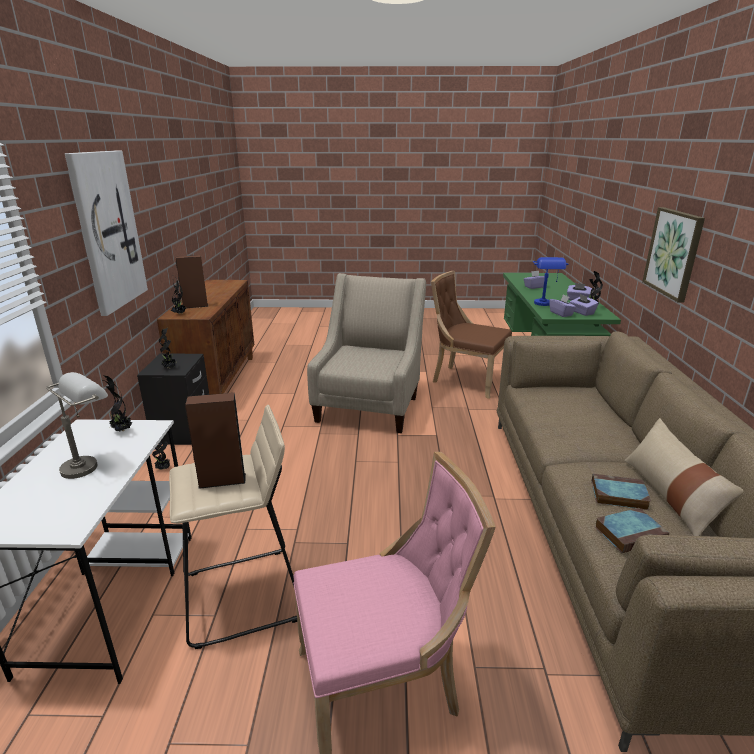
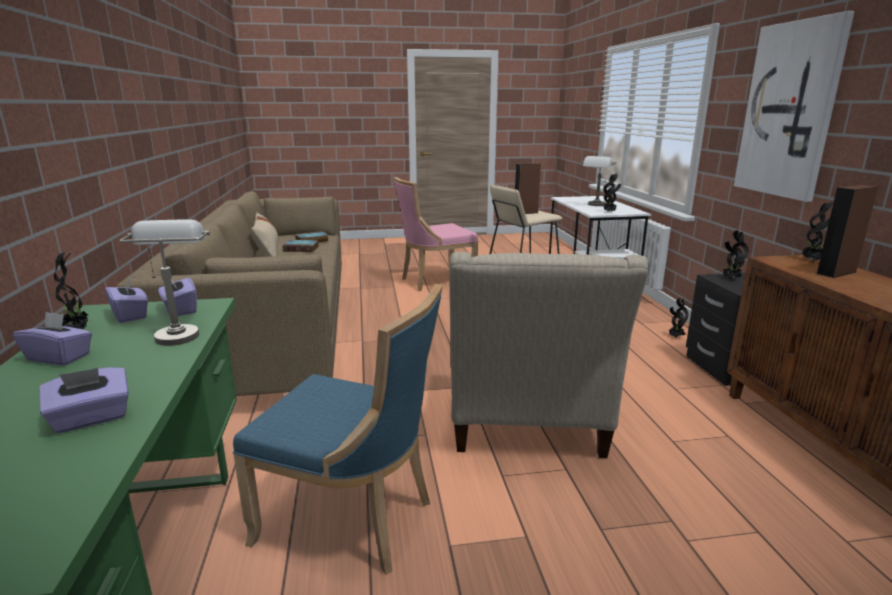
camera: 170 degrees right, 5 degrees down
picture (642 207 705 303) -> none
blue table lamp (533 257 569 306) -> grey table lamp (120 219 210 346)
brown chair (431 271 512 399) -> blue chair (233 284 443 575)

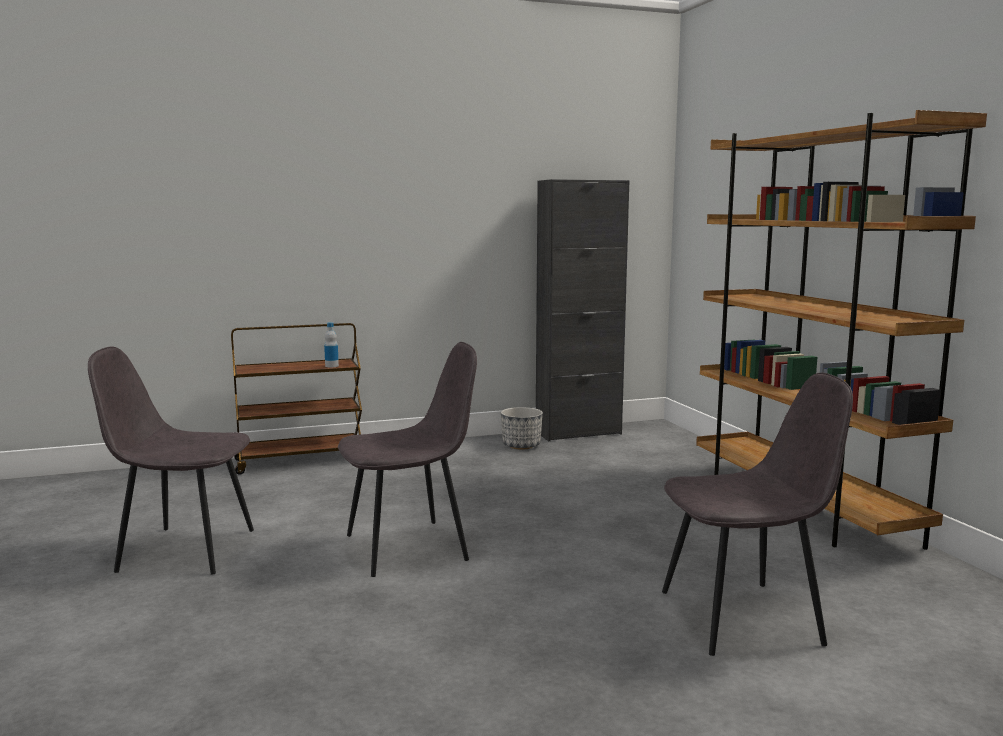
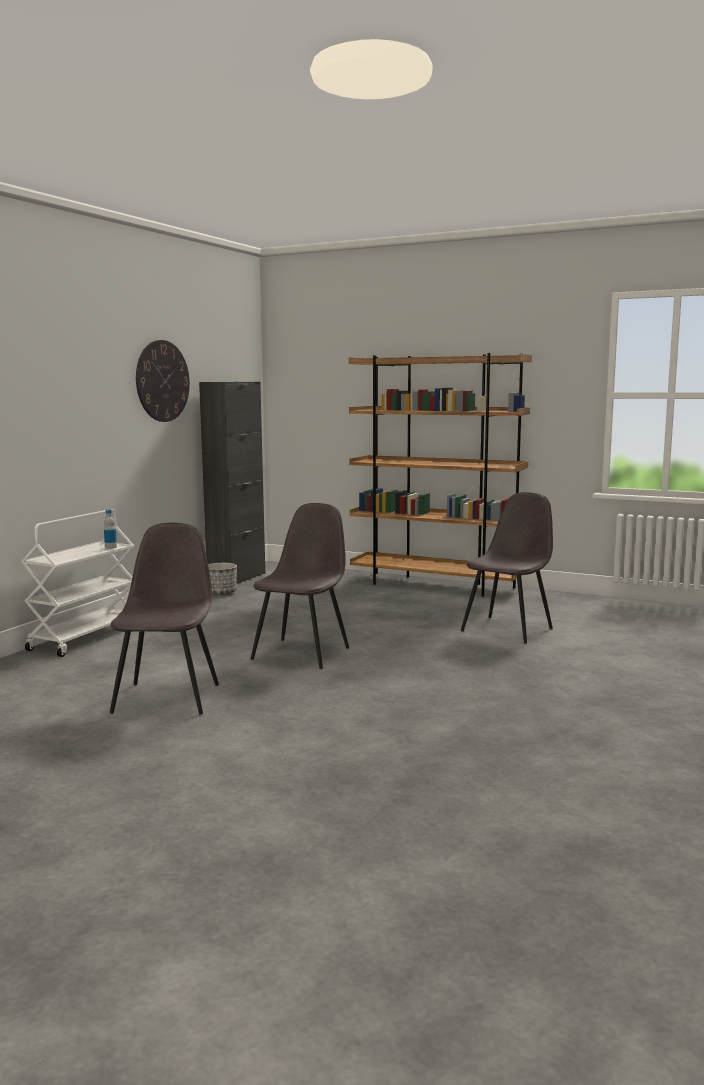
camera: 45 degrees left, 0 degrees up
brown cart (231 323 362 475) -> white cart (21 509 134 657)
grey chair (88 346 254 575) -> grey chair (110 523 219 715), 135 degrees clockwise
none -> wall clock (136 340 190 422)

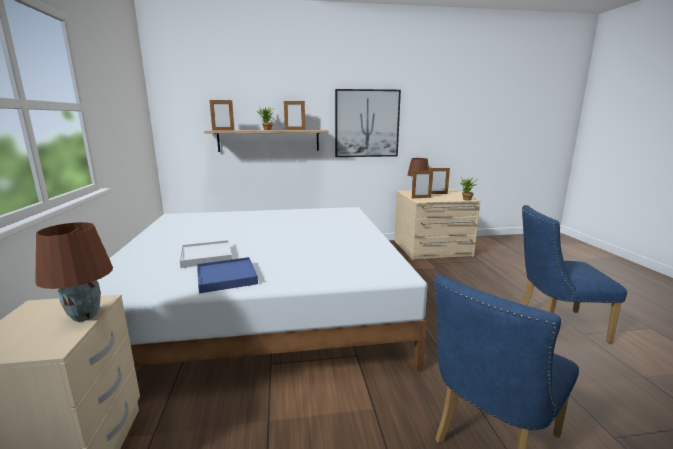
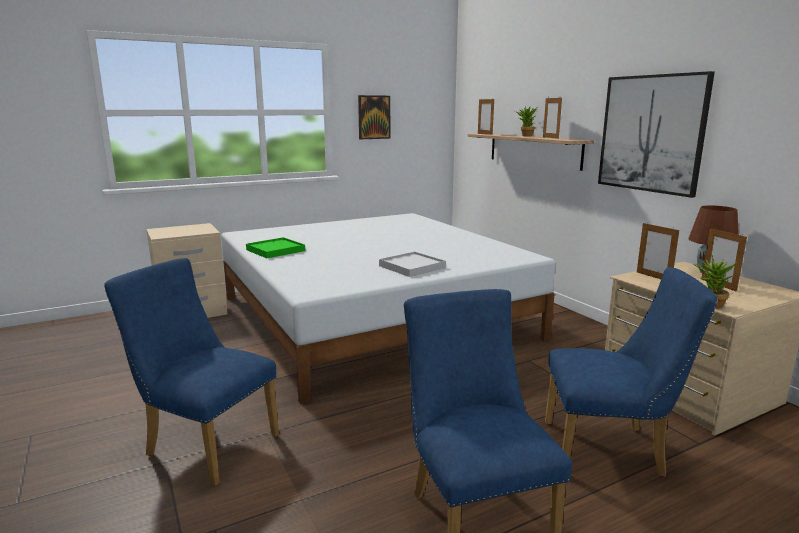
camera: 70 degrees right, 0 degrees up
brown table lamp (35 222 113 322) -> none
white tray (180 240 232 268) -> white tray (379 252 446 277), relocated
blue tray (197 257 258 293) -> green tray (246 237 305 258)
none -> picture (358 95 390 139)
none -> blue chair (545 267 718 477)

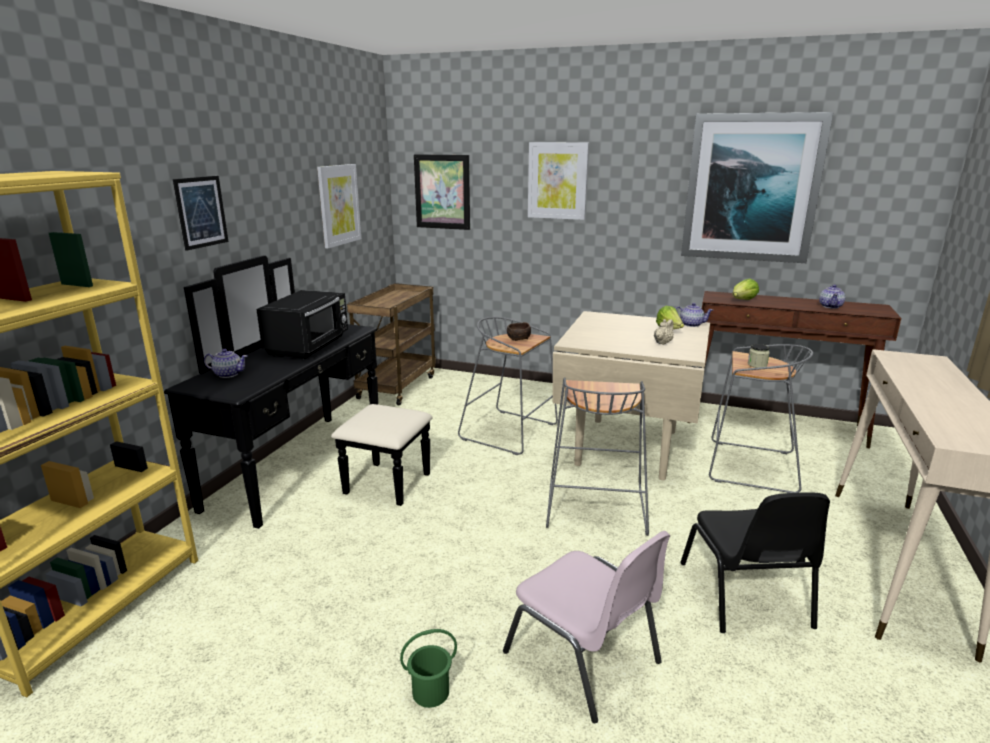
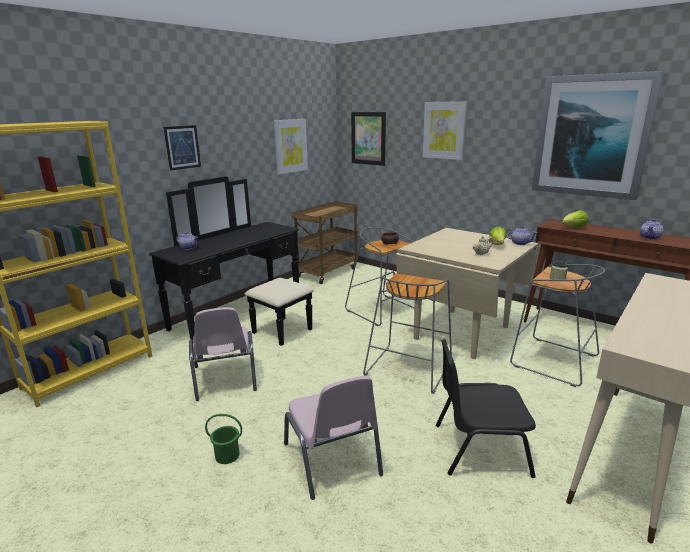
camera: 20 degrees right, 0 degrees up
black microwave (256 290 348 359) -> none
black chair (680 493 830 633) -> black chair (436 339 536 478), 75 degrees clockwise
none -> pink chair (189 307 257 401)

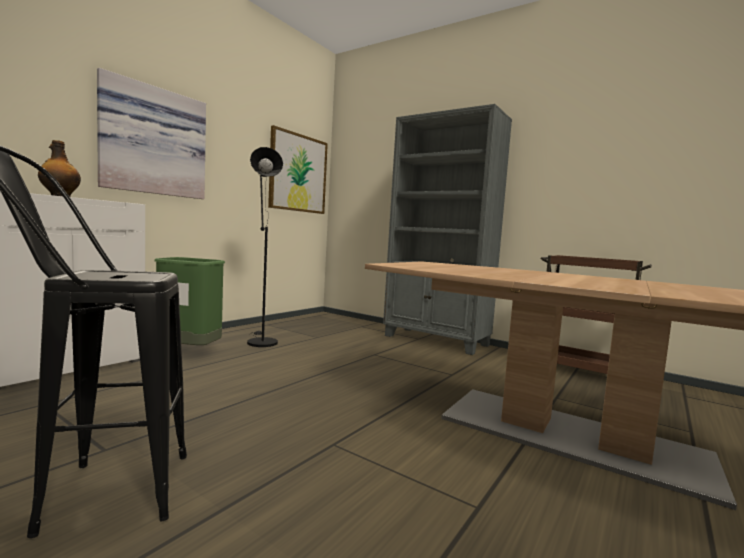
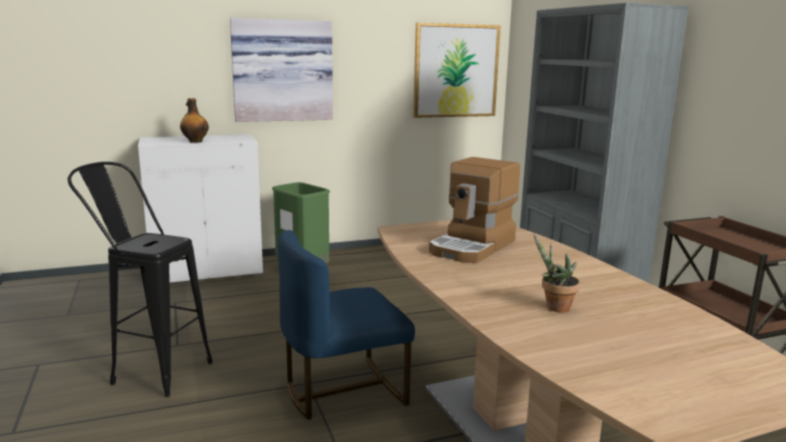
camera: 35 degrees right, 10 degrees up
black floor lamp (247 147 283 347) -> none
none -> coffee machine (429 157 520 263)
none -> blue chair (278 230 415 420)
none -> potted plant (534 234 580 313)

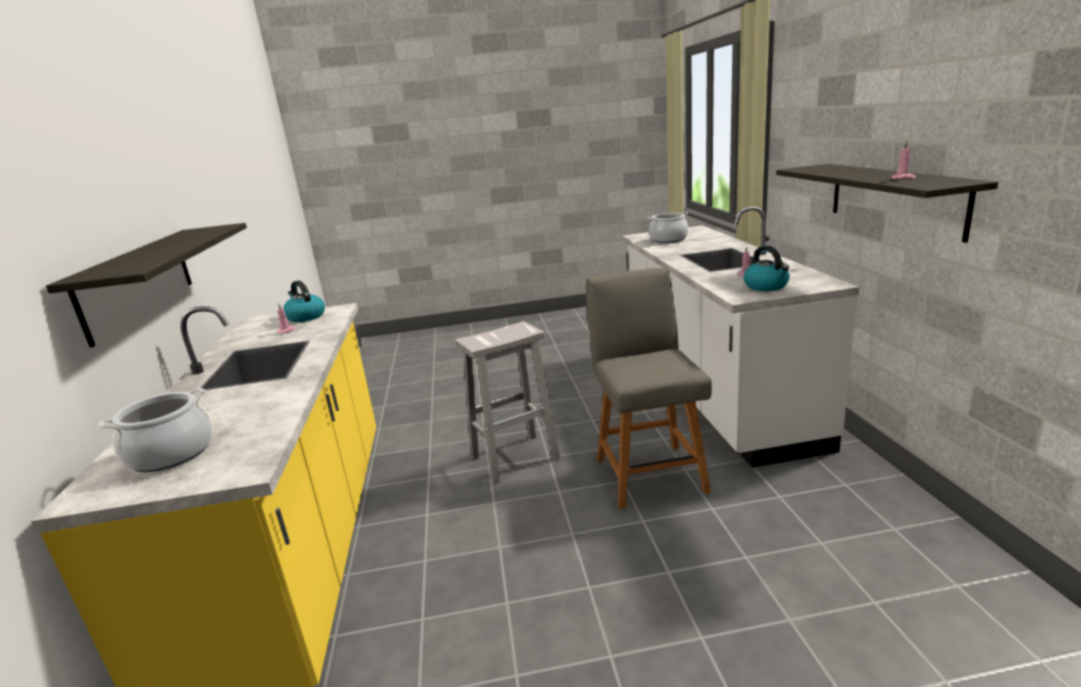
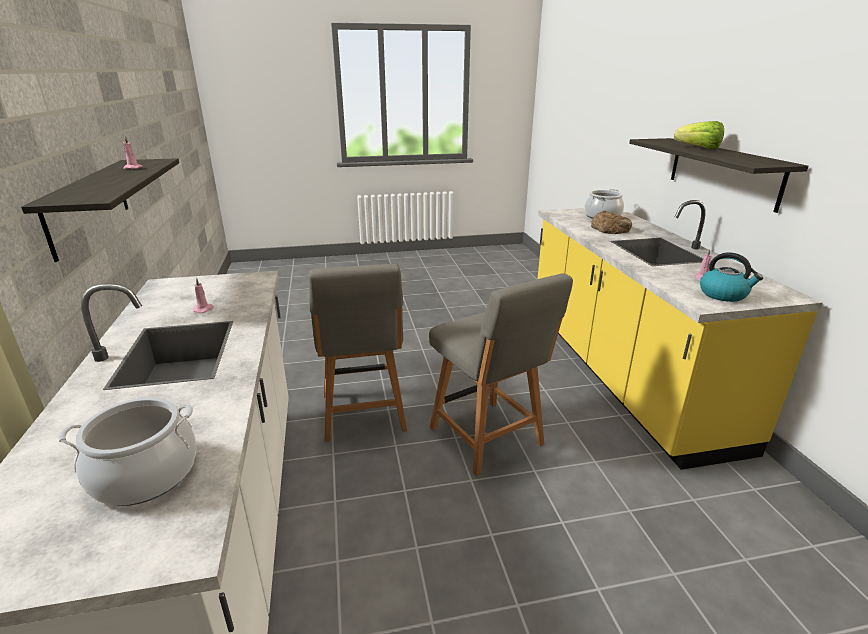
camera: 175 degrees right, 5 degrees up
kettle (744 245 790 291) -> none
white stool (455 321 561 484) -> grey chair (429 273 573 476)
none -> lettuce (674 121 724 149)
none -> bread (591 211 632 234)

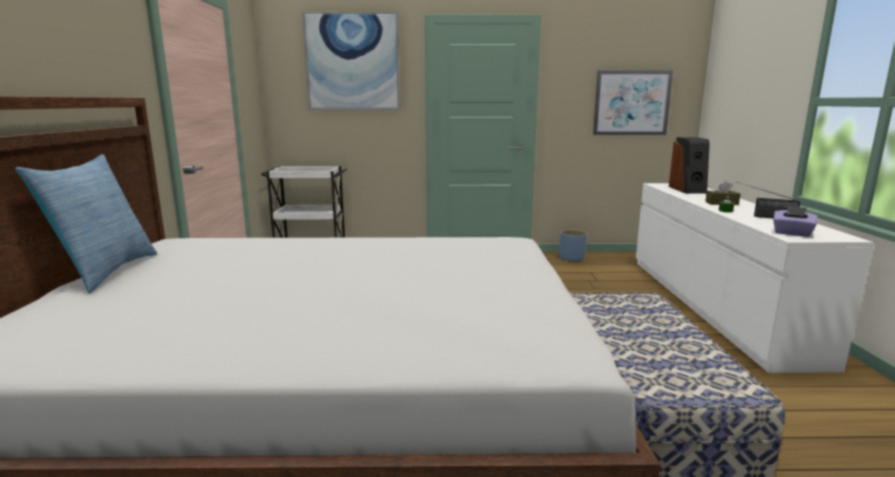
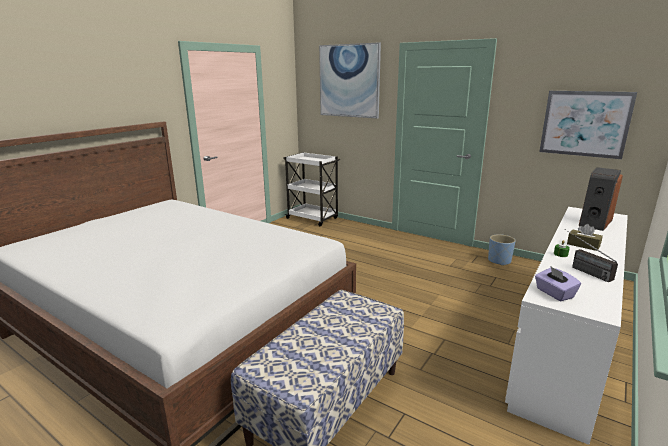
camera: 35 degrees right, 5 degrees up
pillow (15 154 157 293) -> none

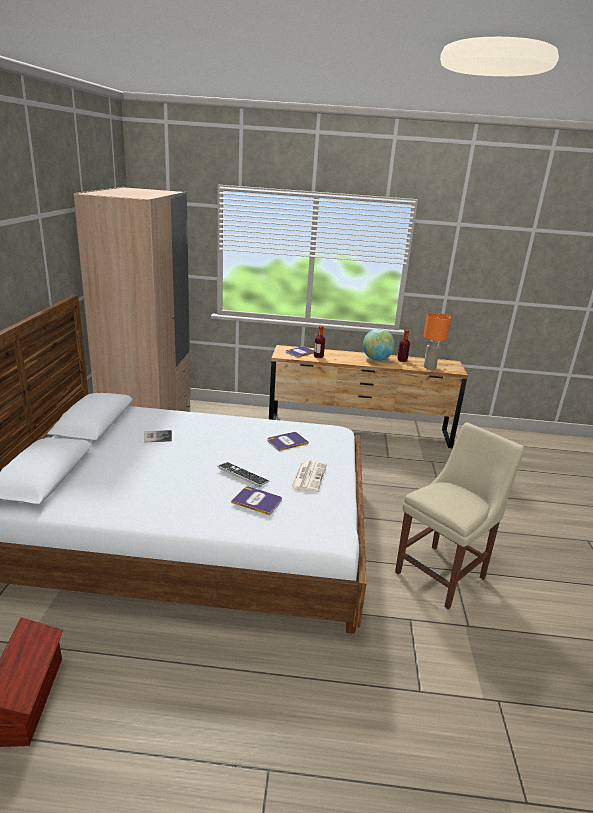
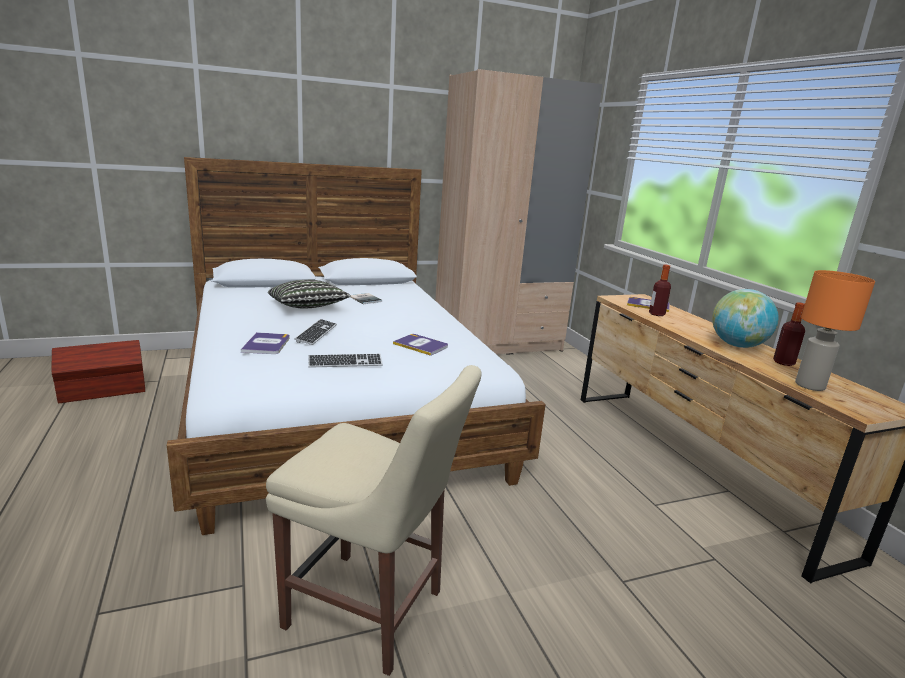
camera: 65 degrees right, 5 degrees down
newspaper (291 460 327 492) -> keyboard (308 354 383 368)
none -> pillow (268 280 351 308)

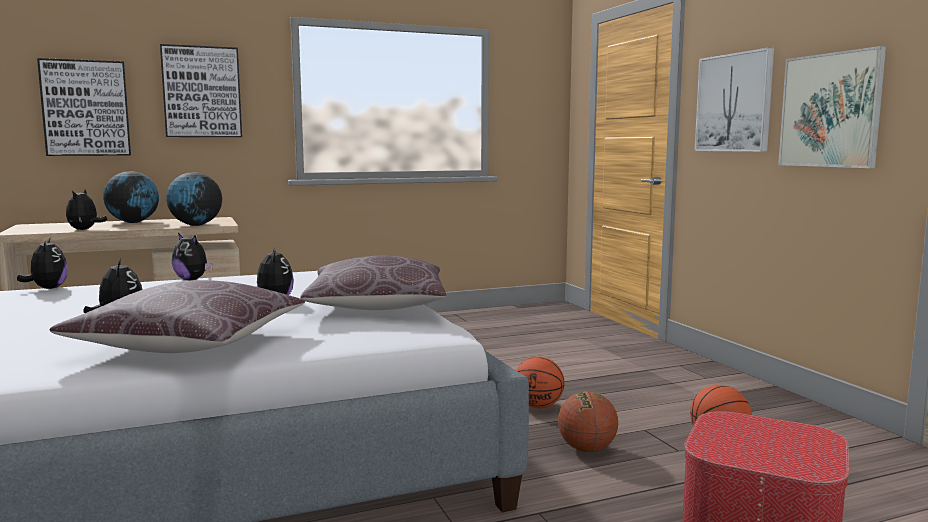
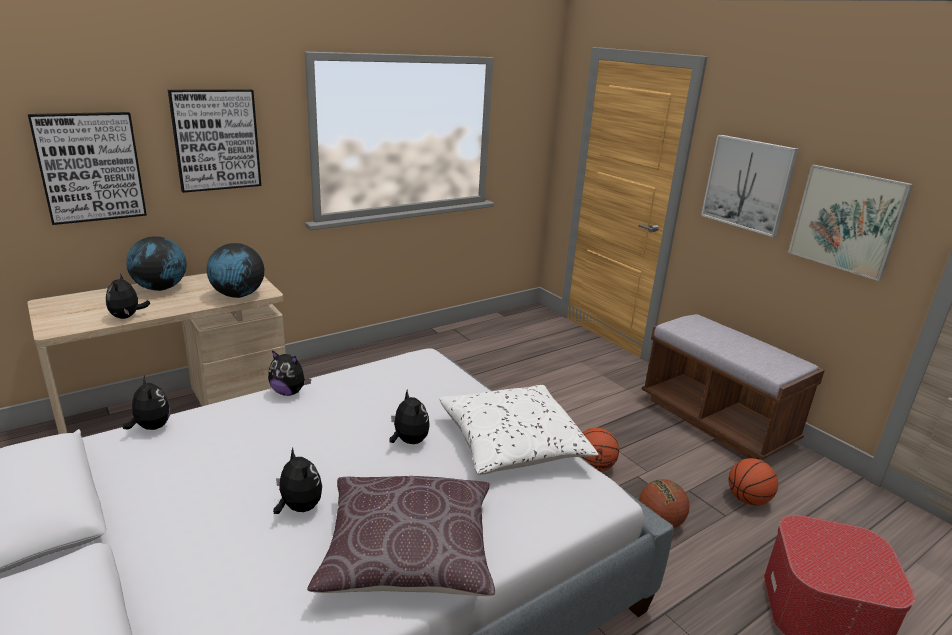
camera: 15 degrees left, 15 degrees up
brown pillow (300 256 447 310) -> white pillow (440 385 599 475)
none -> brown bench (642 314 825 460)

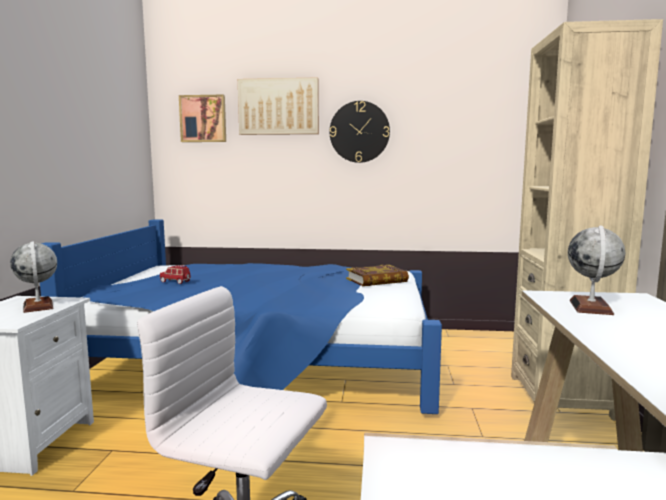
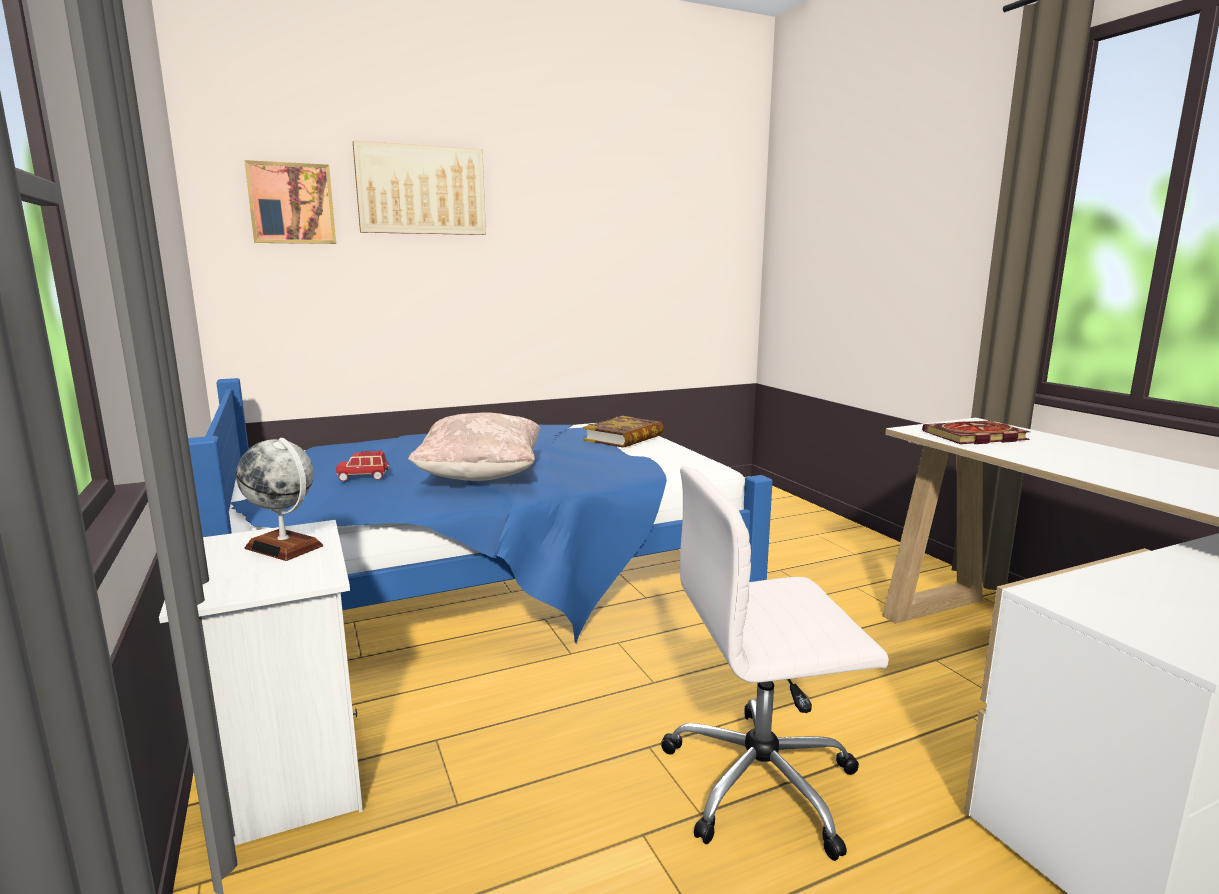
camera: 30 degrees left, 5 degrees up
beige bookcase (511 19 663 421) -> none
wall clock (330 101 390 163) -> none
globe (568 225 625 315) -> book (922 421 1030 444)
none -> beige pillow (408 412 541 481)

